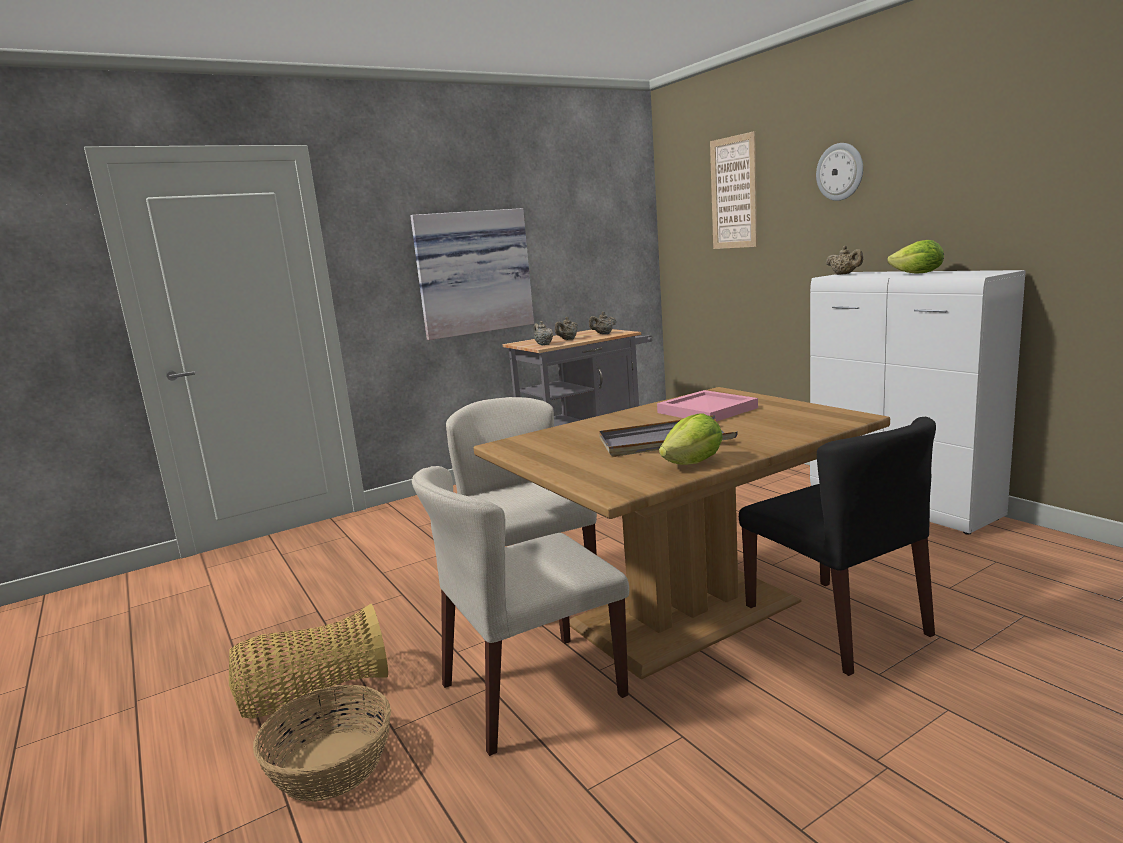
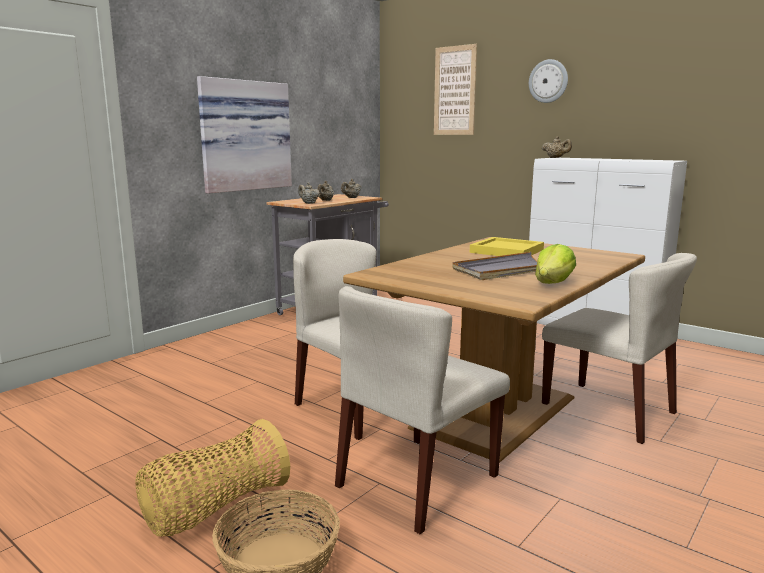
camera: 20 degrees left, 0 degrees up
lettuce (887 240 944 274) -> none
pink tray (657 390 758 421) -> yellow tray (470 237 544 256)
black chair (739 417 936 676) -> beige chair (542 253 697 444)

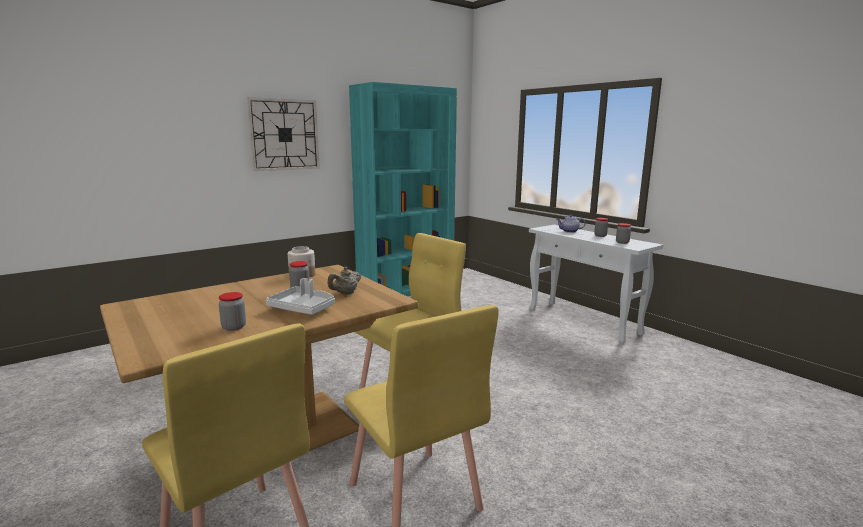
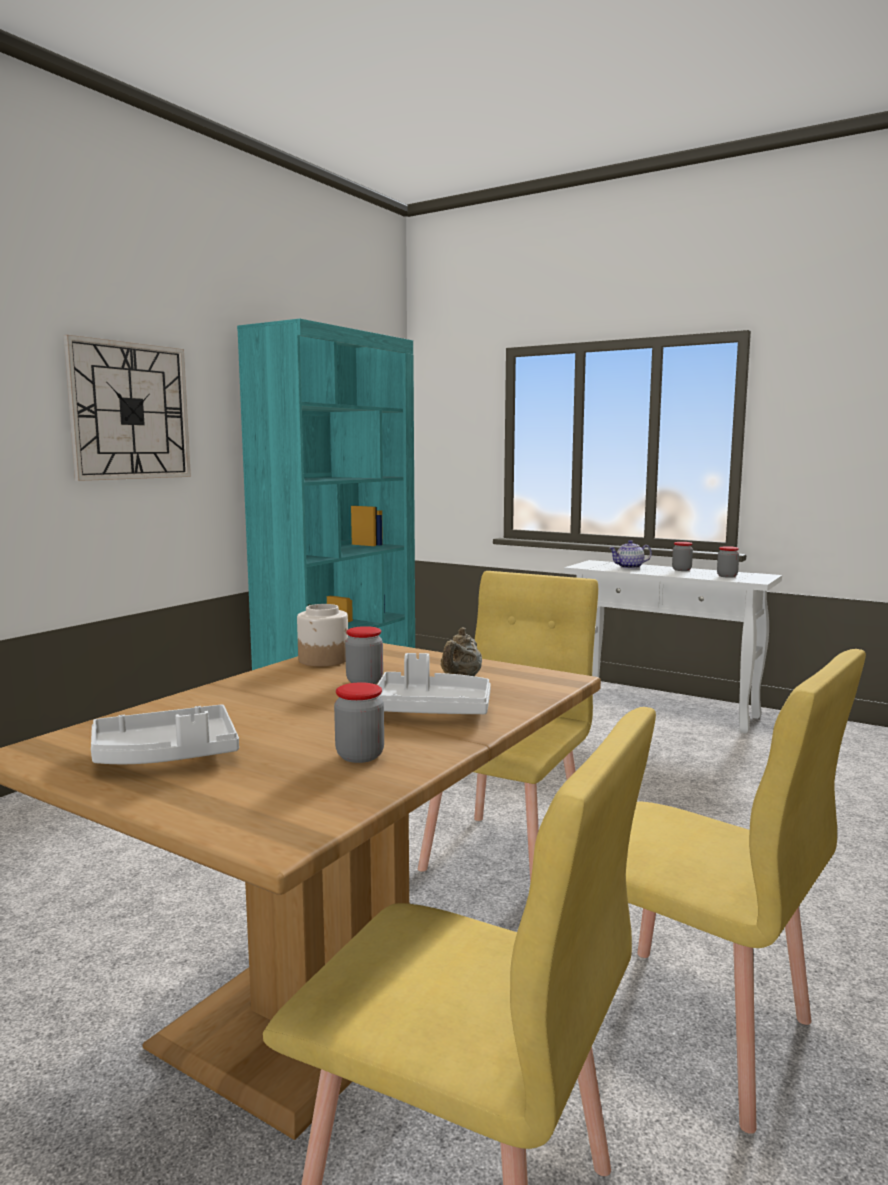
camera: 20 degrees left, 5 degrees down
none -> grey tray (91 705 239 764)

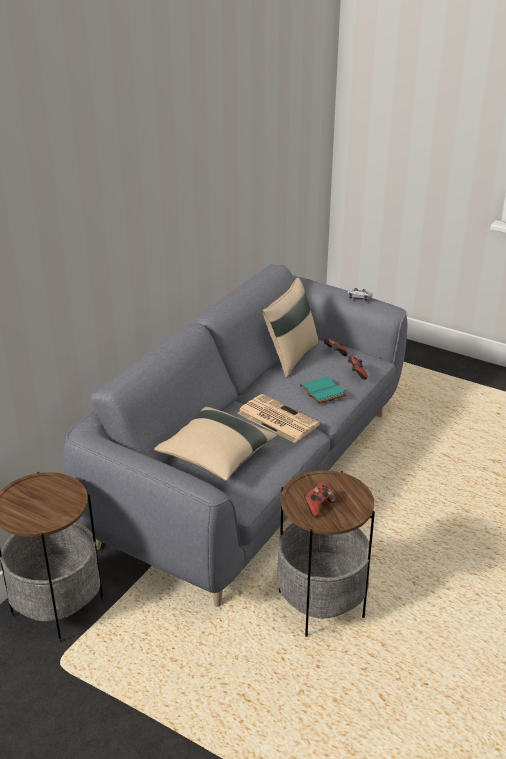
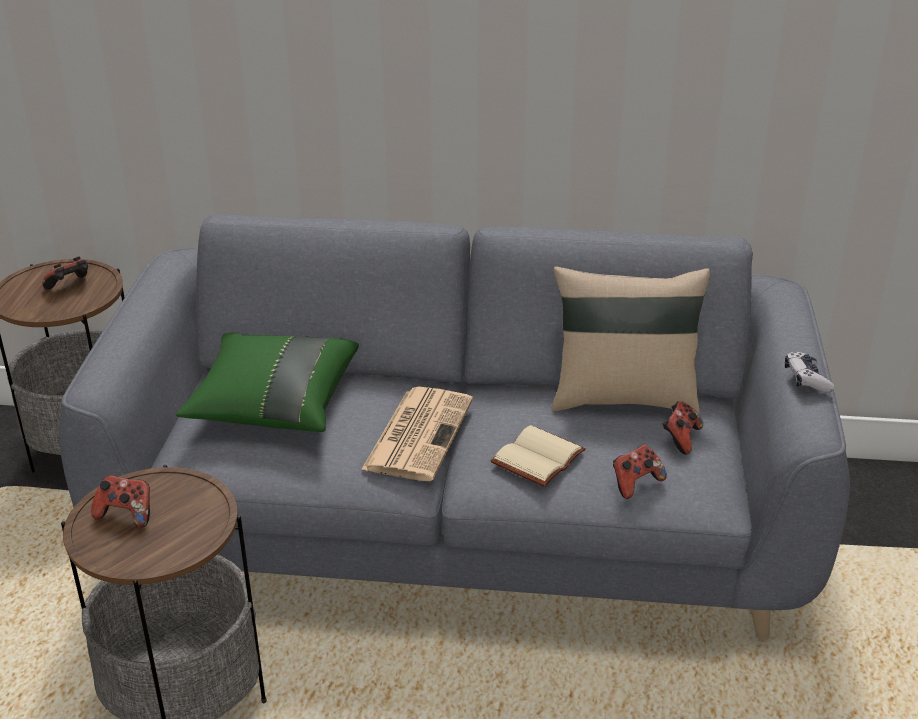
camera: 65 degrees right, 0 degrees up
turquoise book (300 376 347 404) -> beige book (491 425 586 487)
beige pillow (154 407 277 481) -> green pillow (176 333 359 432)
none -> game controller (42 256 88 290)

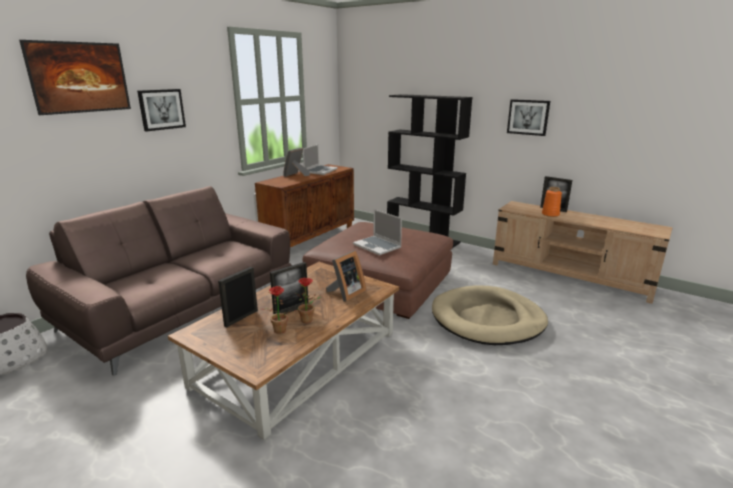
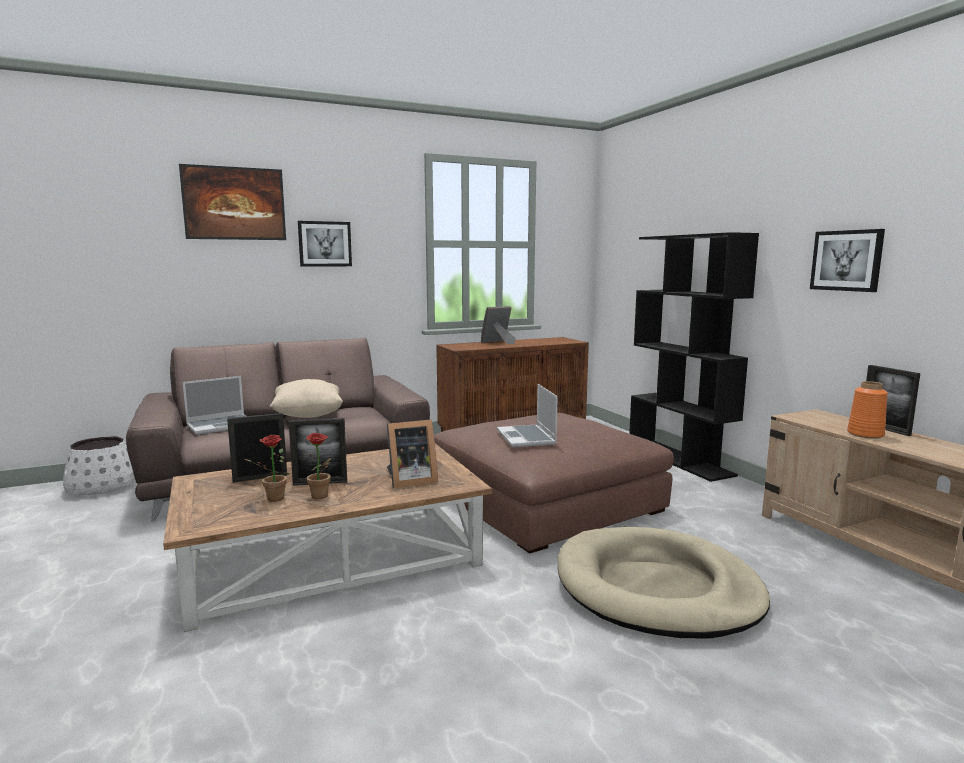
camera: 30 degrees right, 10 degrees down
laptop (303 144 338 175) -> laptop (183 376 246 435), relocated
none -> beige pillow (270 379 343 418)

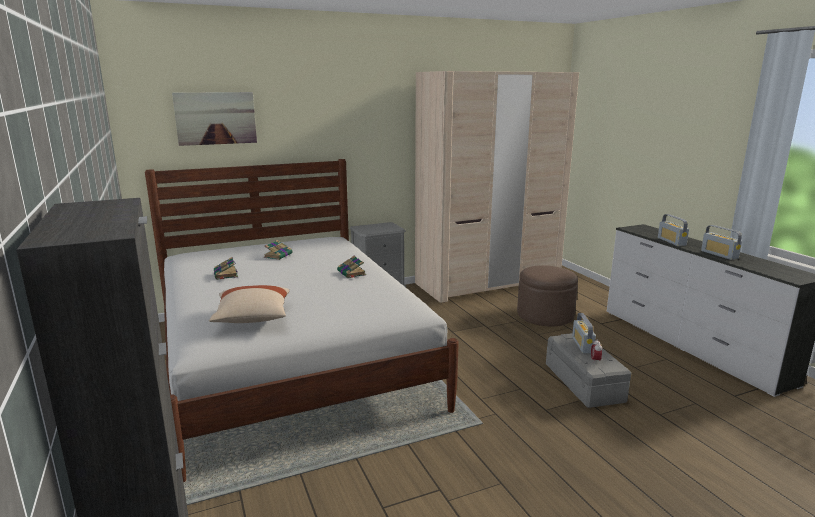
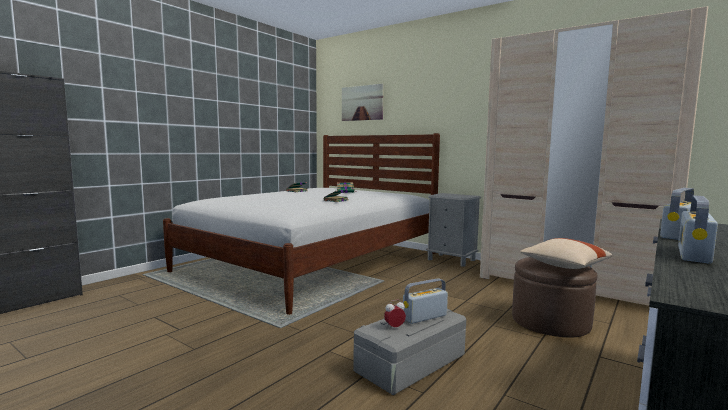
camera: 60 degrees right, 10 degrees down
beige pillow (209 285 290 323) -> beige pillow (520 238 612 269), relocated

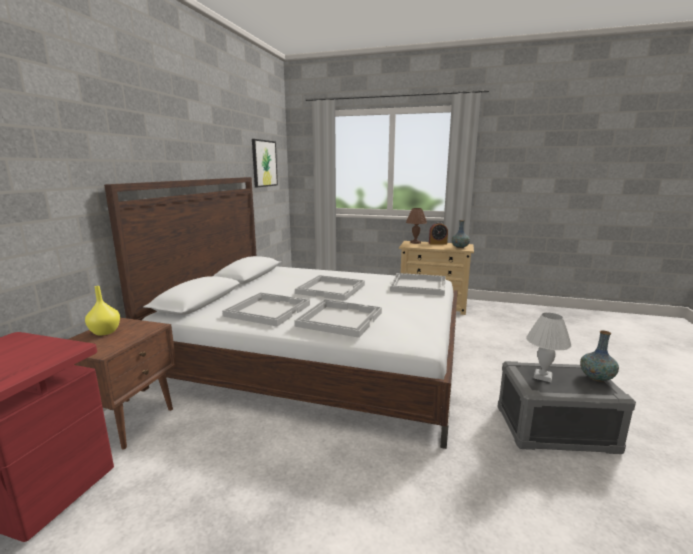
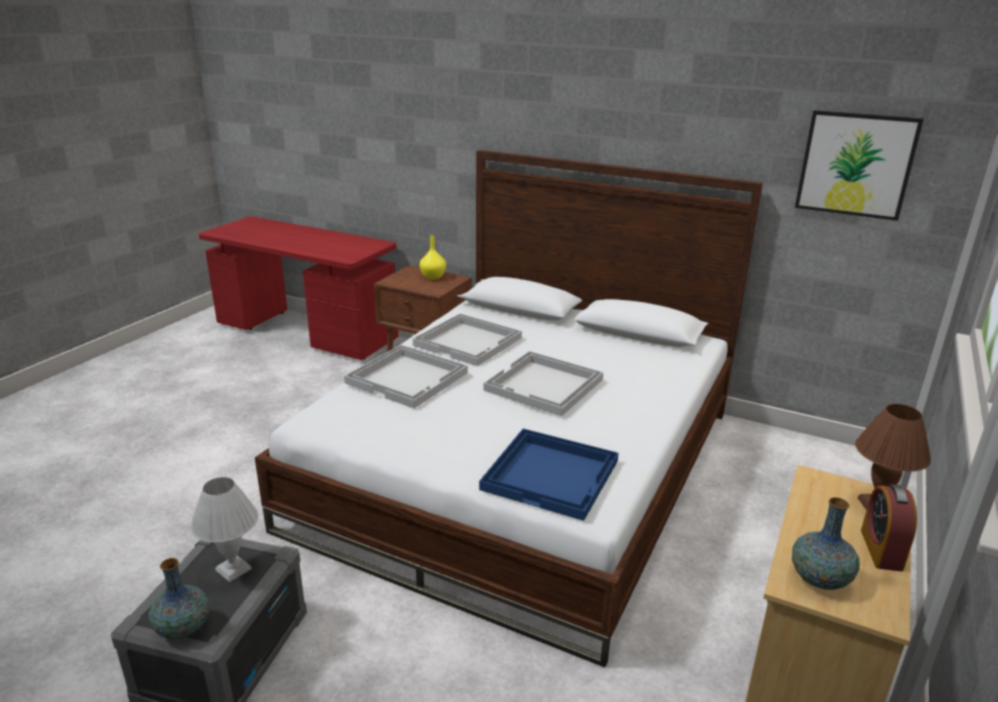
camera: 100 degrees right, 10 degrees up
white tray (390 273 446 296) -> blue tray (479 429 619 521)

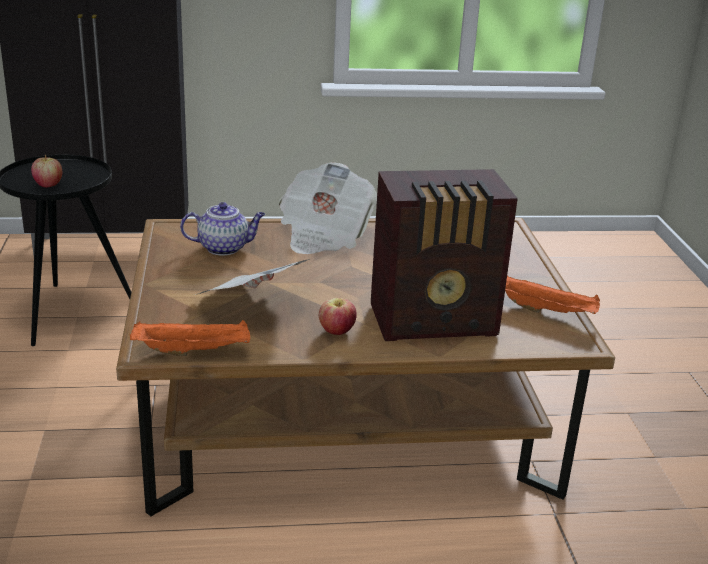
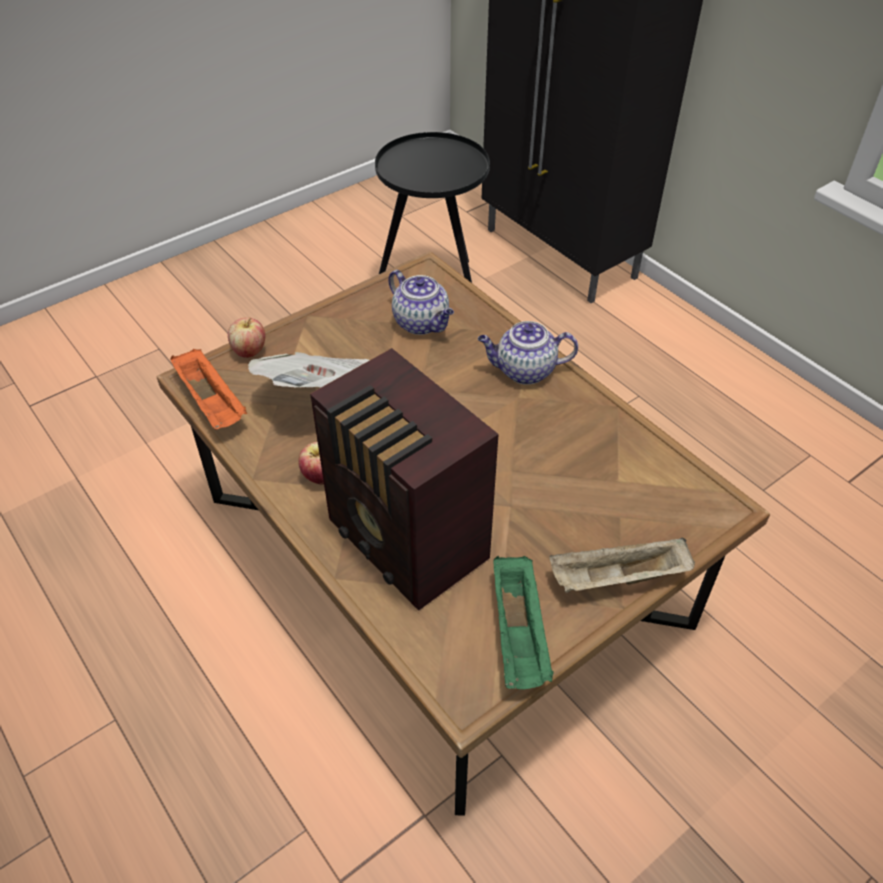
camera: 60 degrees right, 20 degrees up
apple (31 155 62 188) -> apple (228 317 265 358), relocated
newspaper (279 162 377 254) -> teapot (478 321 578 385)
orange tray (505 274 600 314) -> green tray (494 556 554 689)
none -> beige tray (549 537 695 593)

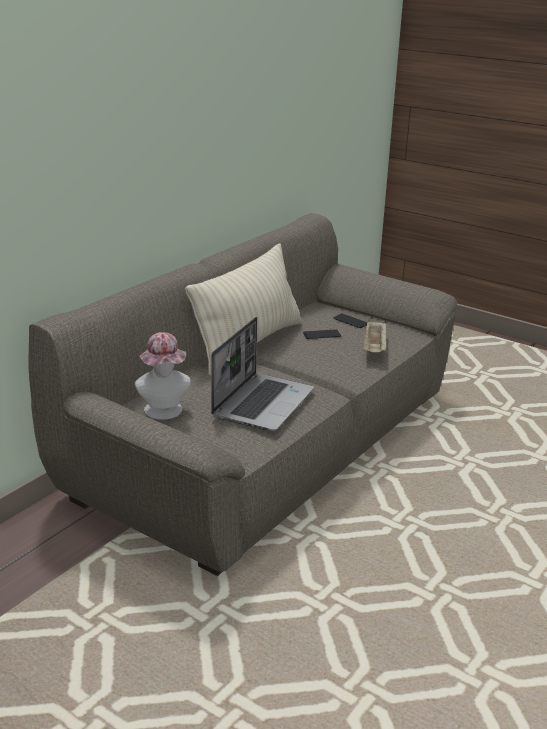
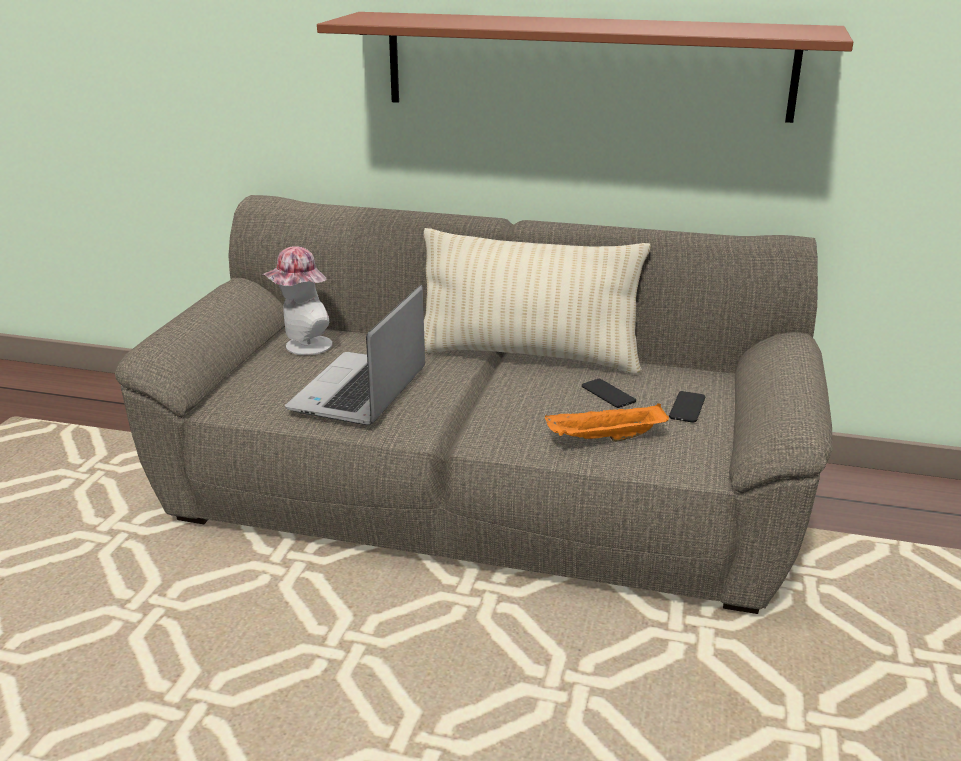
camera: 70 degrees right, 0 degrees up
laptop (211 317 314 431) -> laptop (285 285 425 425), 105 degrees clockwise
beige tray (363 319 387 352) -> orange tray (545 403 669 442)
none -> brown shelf (317 12 853 123)

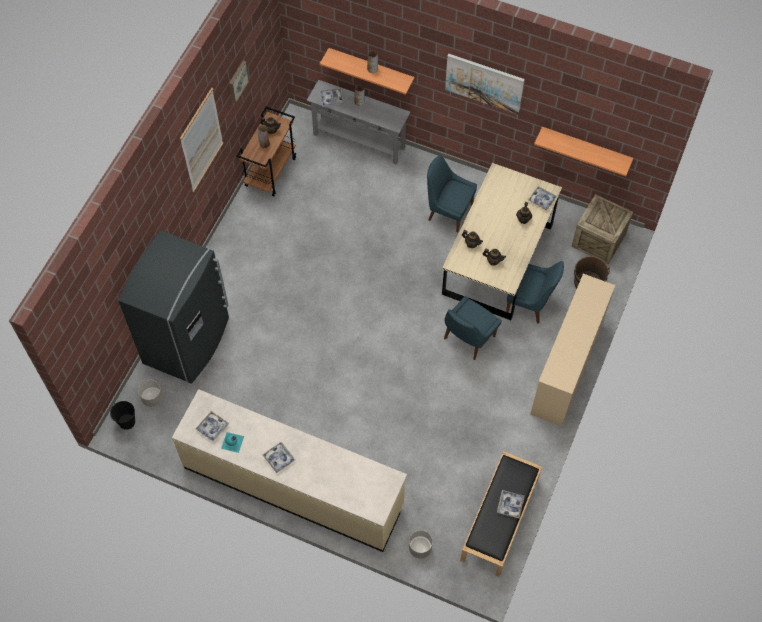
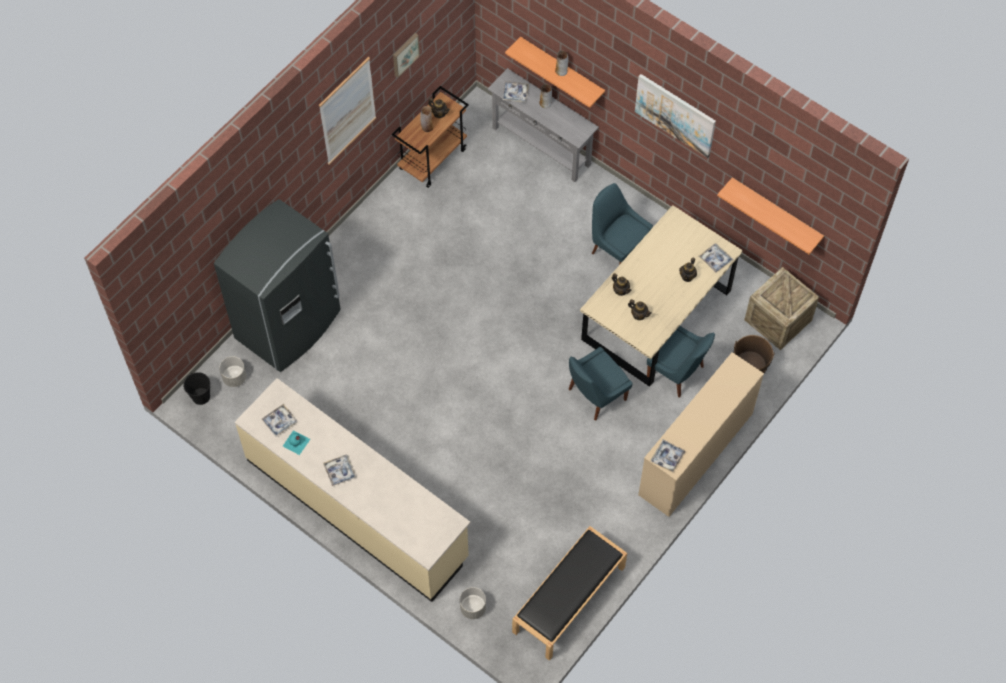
camera: 15 degrees right, 0 degrees up
tray (497 490 525 518) -> tray (651 440 685 473), relocated

